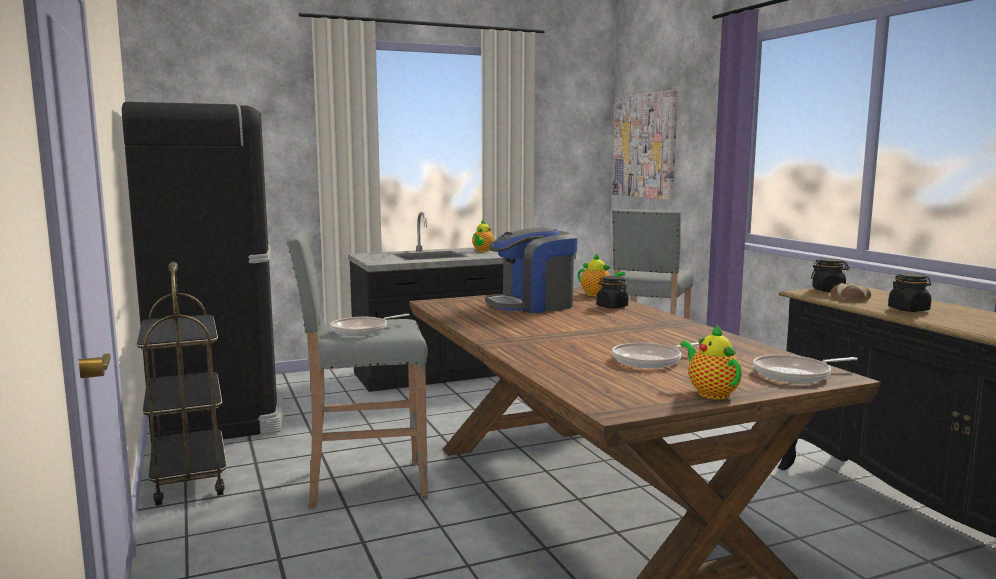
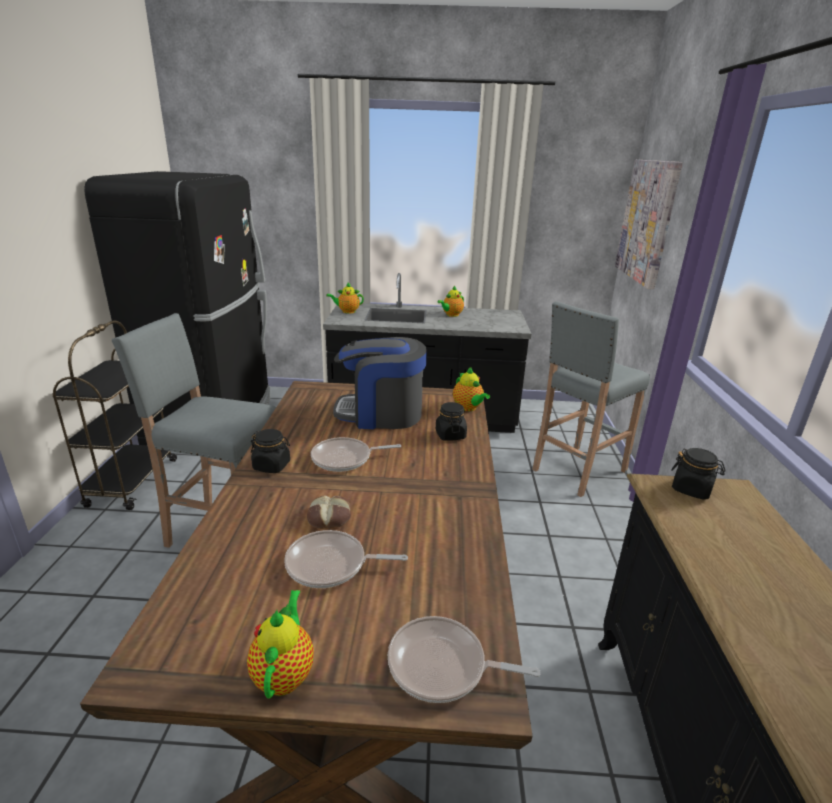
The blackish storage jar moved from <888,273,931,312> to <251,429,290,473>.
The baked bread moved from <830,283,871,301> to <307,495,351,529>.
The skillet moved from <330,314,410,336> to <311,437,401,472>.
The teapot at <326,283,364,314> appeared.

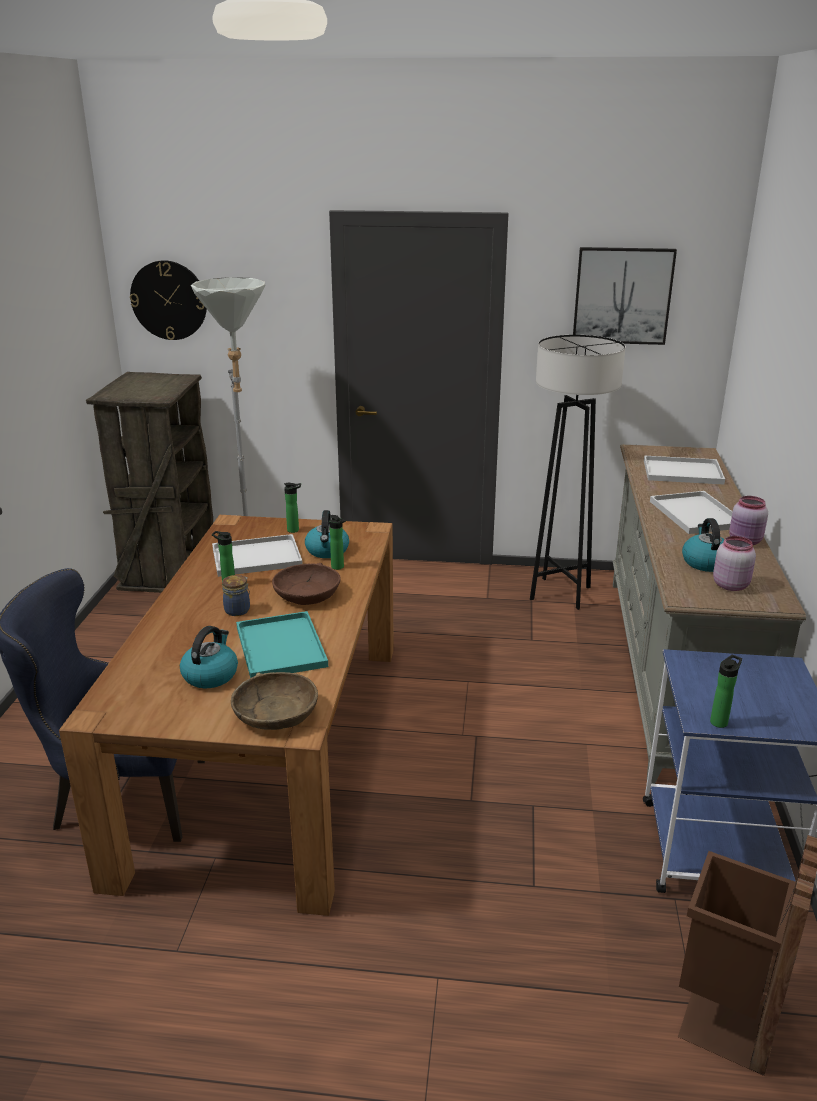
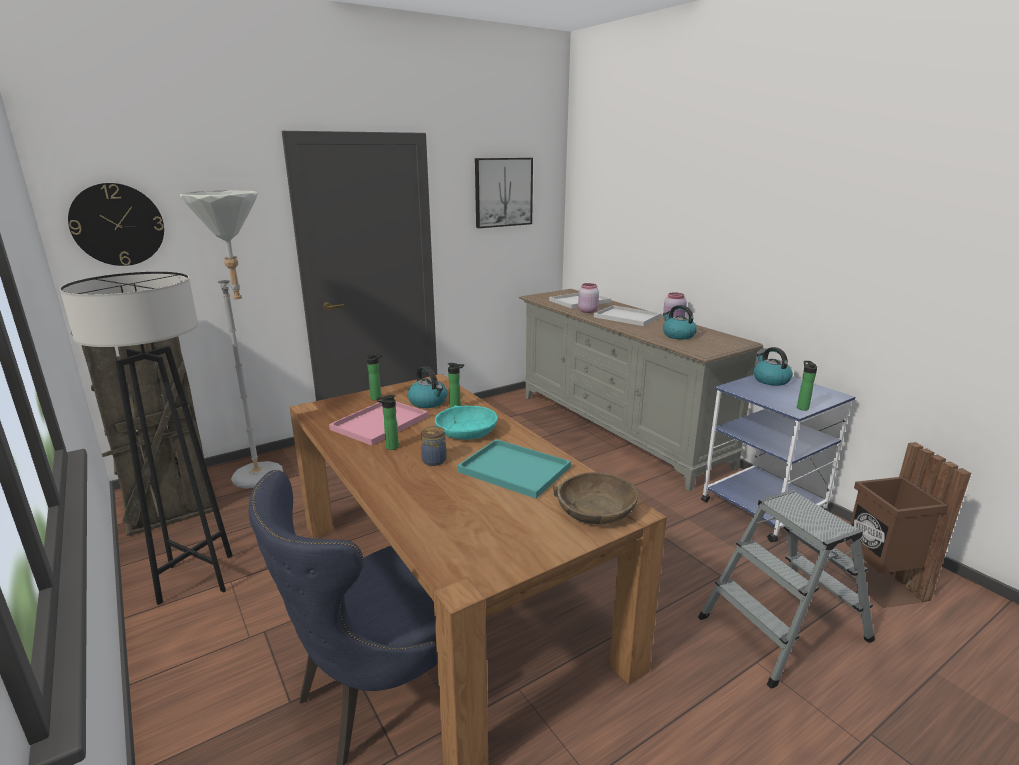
The grey standard lamp moved from <530,335,626,610> to <60,271,233,605>.
The white-coloured carrying tray at <212,534,303,577> became the pinkish carrying tray at <329,402,428,446>.
The brown deep dish at <272,563,341,605> became the turquoise deep dish at <435,405,498,440>.
The pinkish storage jar moved from <713,536,756,591> to <578,283,599,313>.
The grey step ladder at <698,490,875,689> appeared.
The tea kettle moved from <180,626,238,688> to <753,347,793,386>.

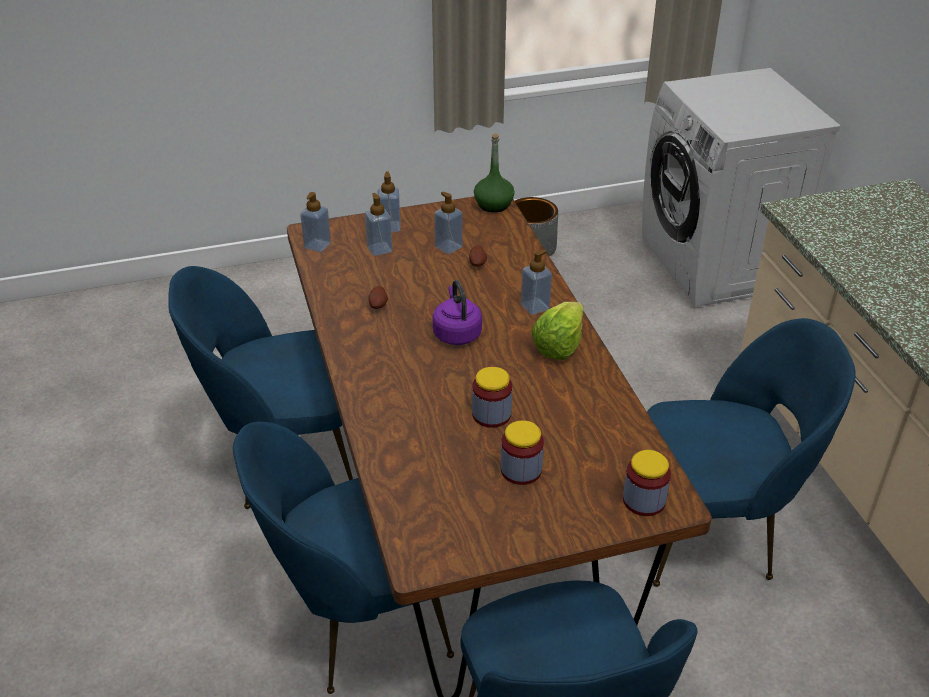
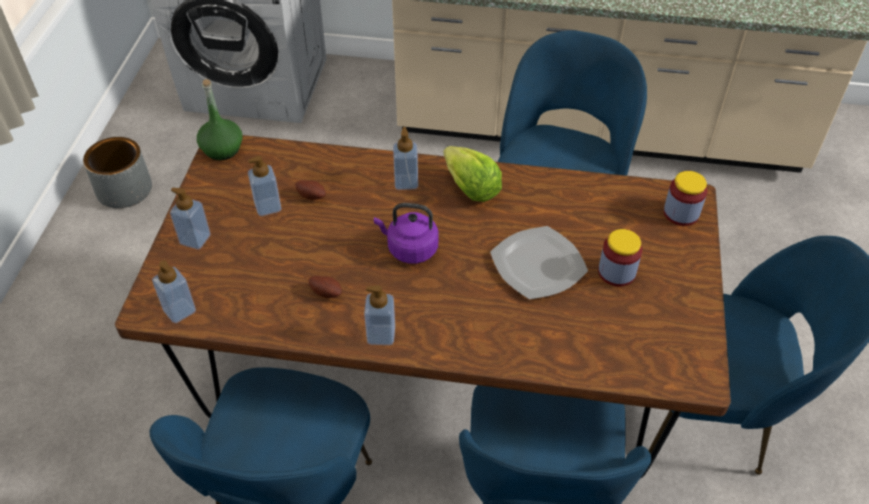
The soap dispenser moved from <365,193,392,256> to <364,285,395,345>.
The storage jar at <472,367,512,428> was replaced by the flat dish at <490,226,588,300>.

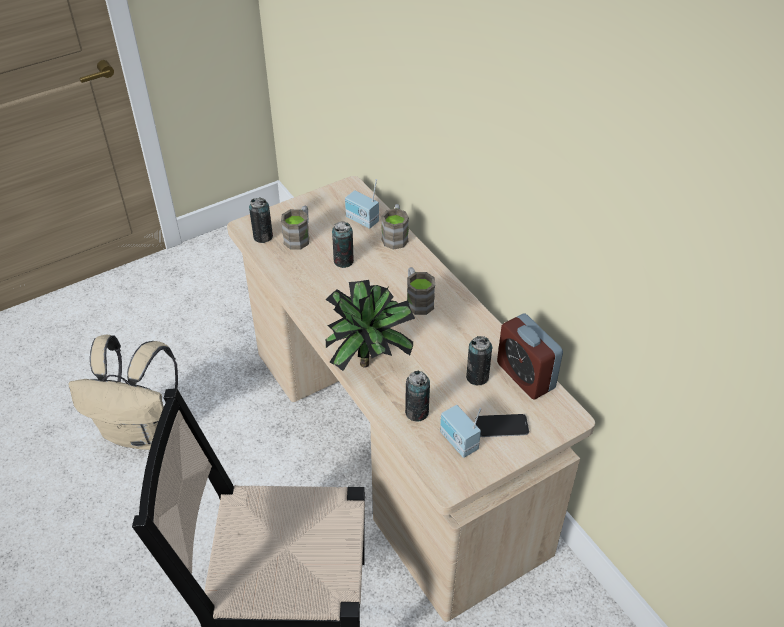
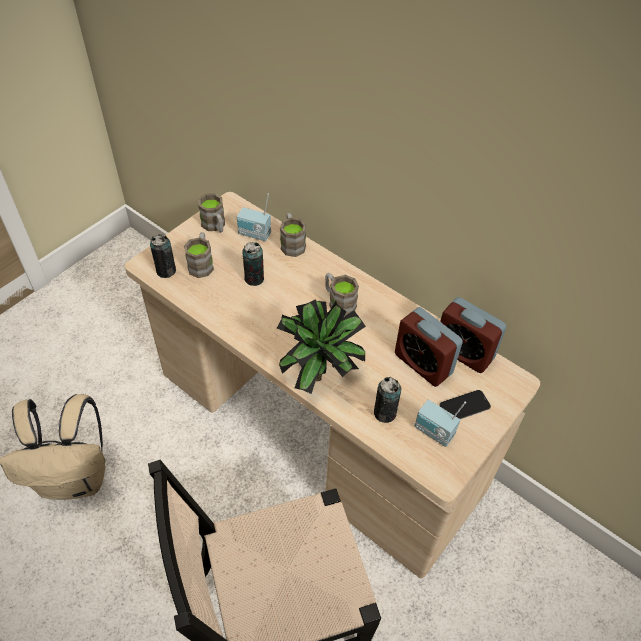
The brown tea mug at <198,193,225,233> appeared.
The metal can at <466,336,492,385> was replaced by the table clock at <395,307,463,387>.

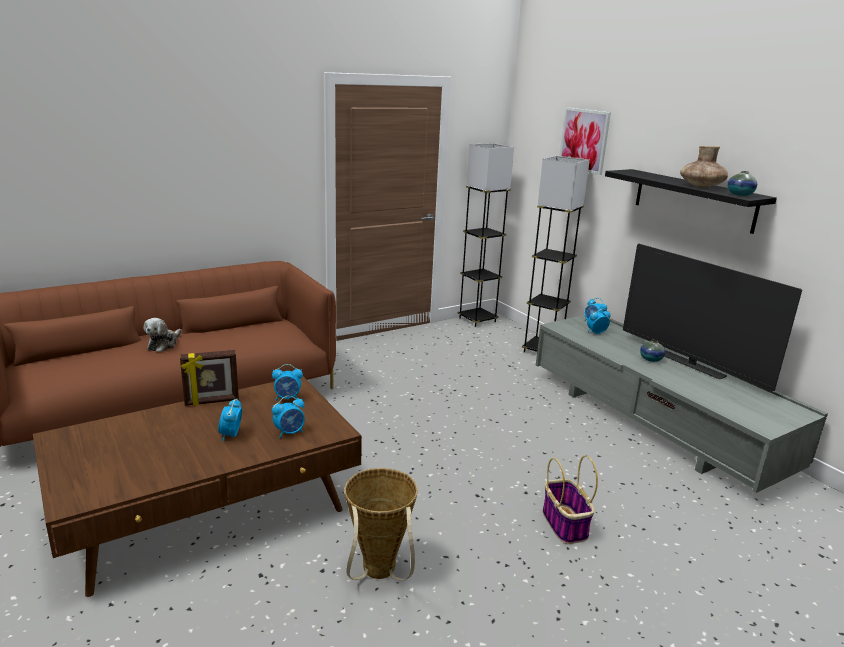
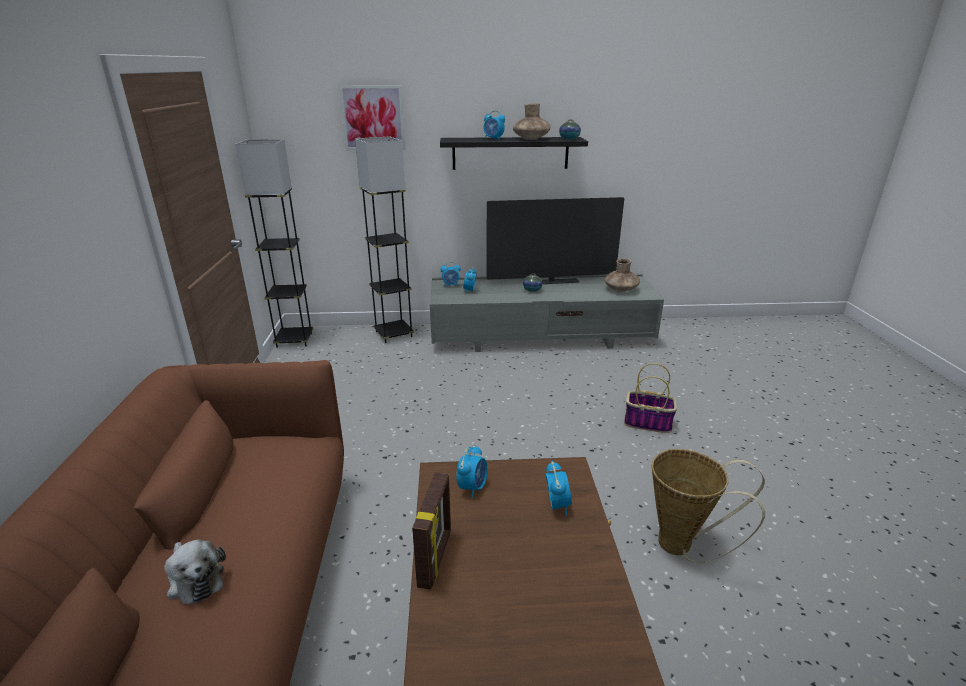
The table clock moved from <218,398,242,441> to <483,111,505,140>.
The brown decorative vase at <605,258,640,292> appeared.

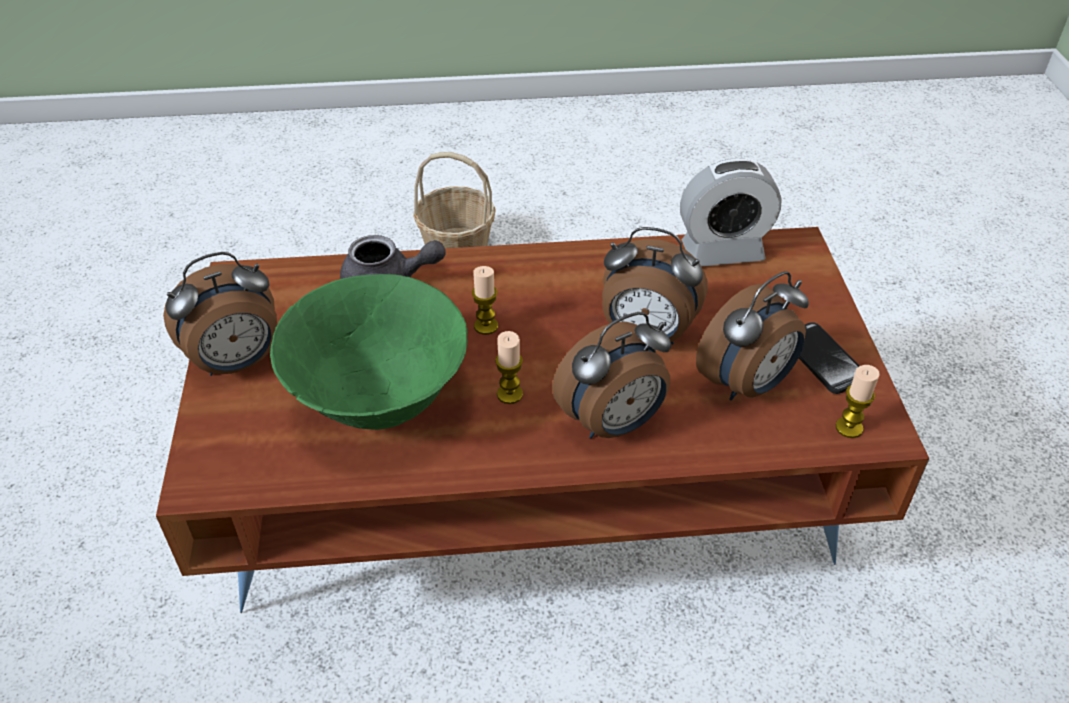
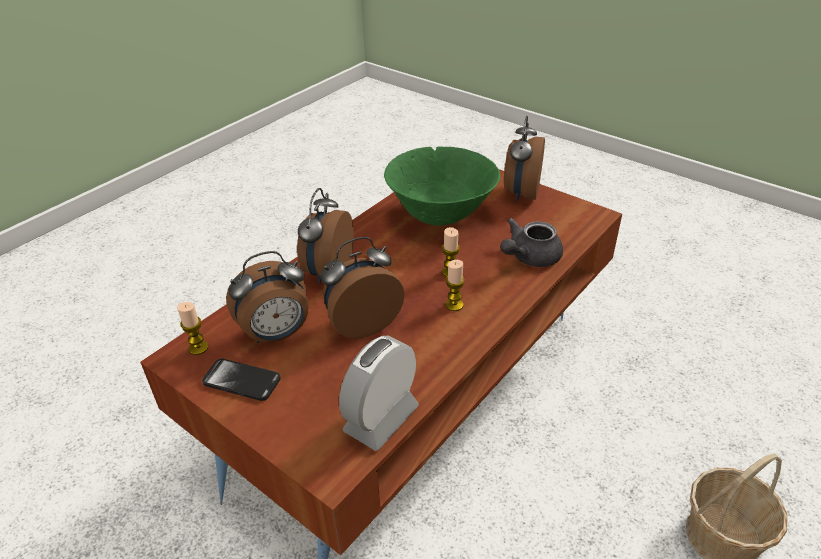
The table clock at <696,271,809,401> turned 120 degrees counterclockwise.
The wax candle moved from <495,331,523,404> to <446,260,465,311>.

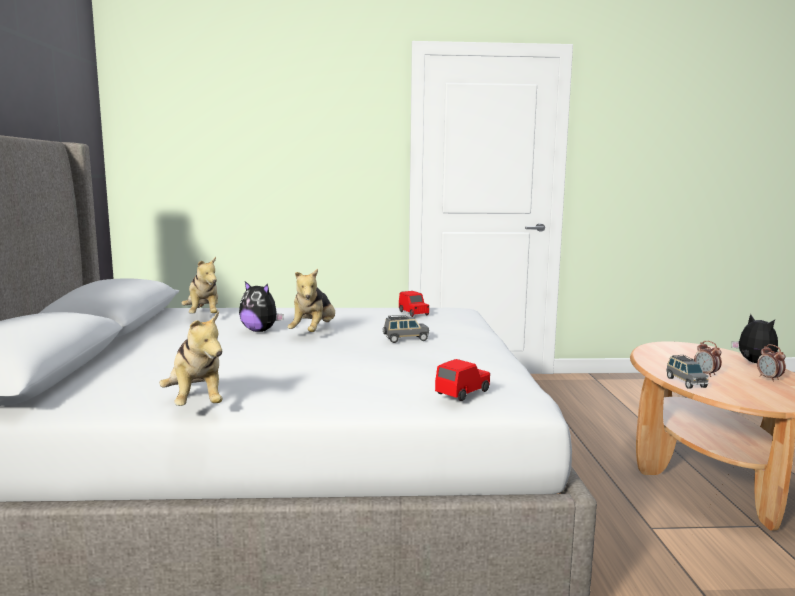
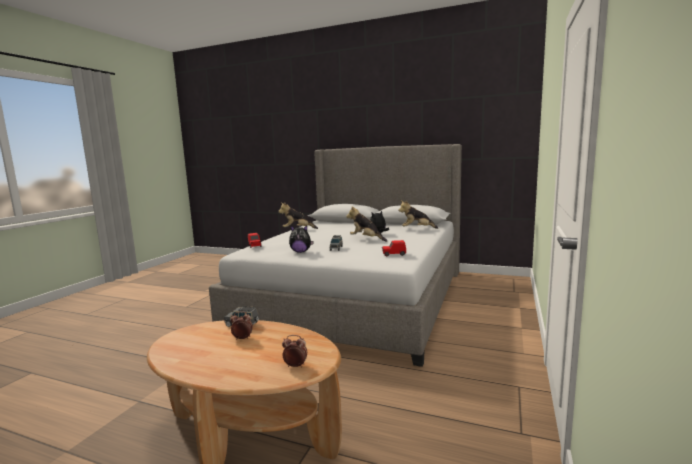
The table clock moved from <757,344,786,381> to <282,335,307,367>.
The soft toy moved from <731,314,778,363> to <289,226,314,253>.

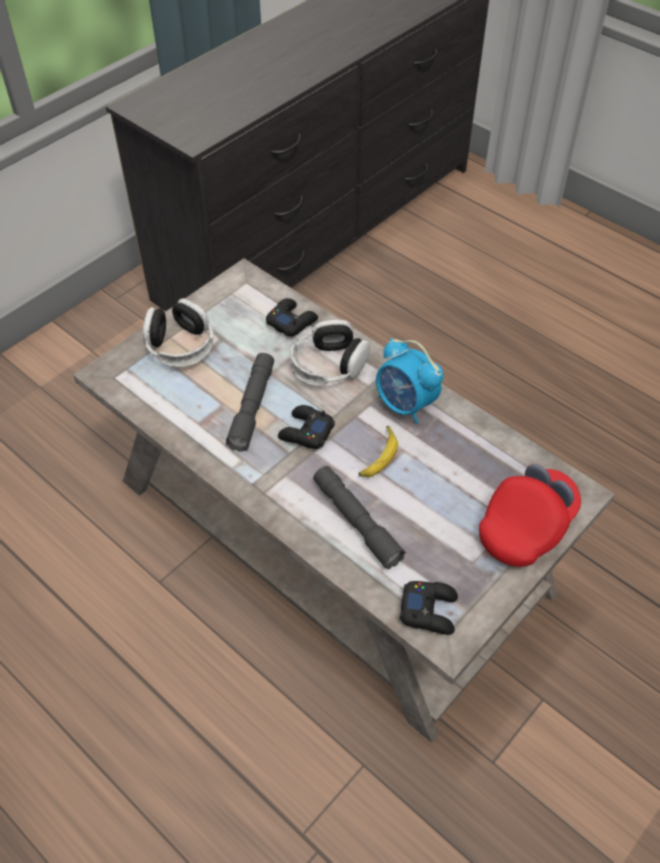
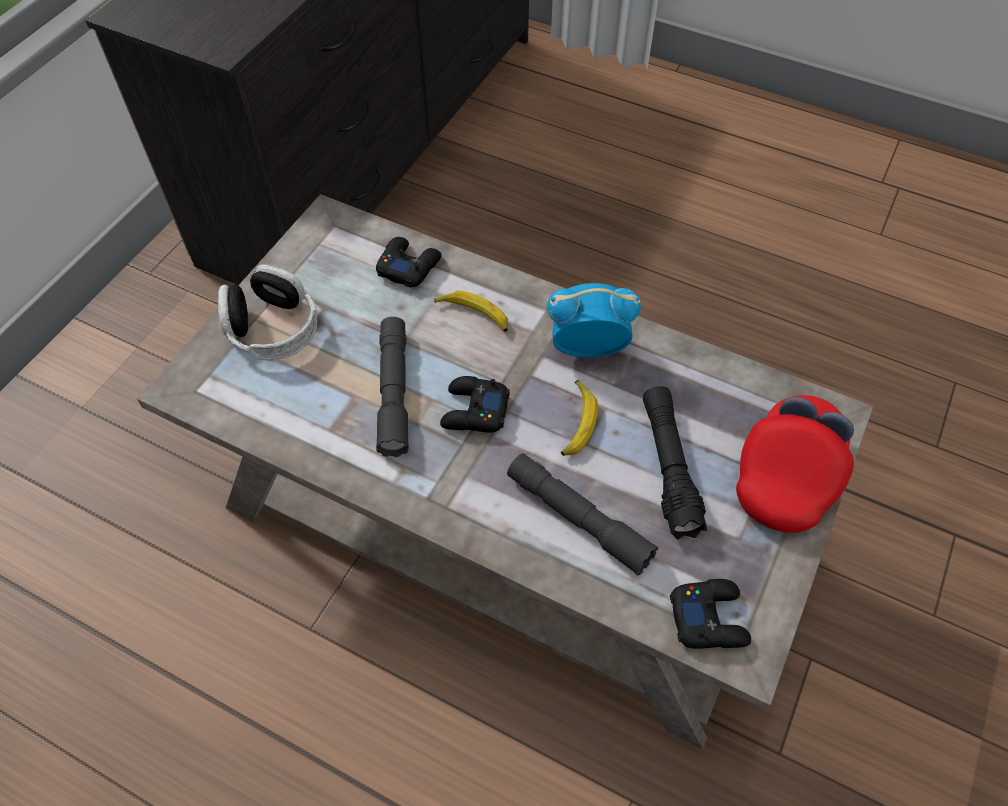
The pair of headphones at <290,320,370,387> was replaced by the whole banana at <434,291,508,332>.
The table clock at <376,338,444,424> turned 150 degrees clockwise.
The blackish flashlight at <643,386,707,540> appeared.

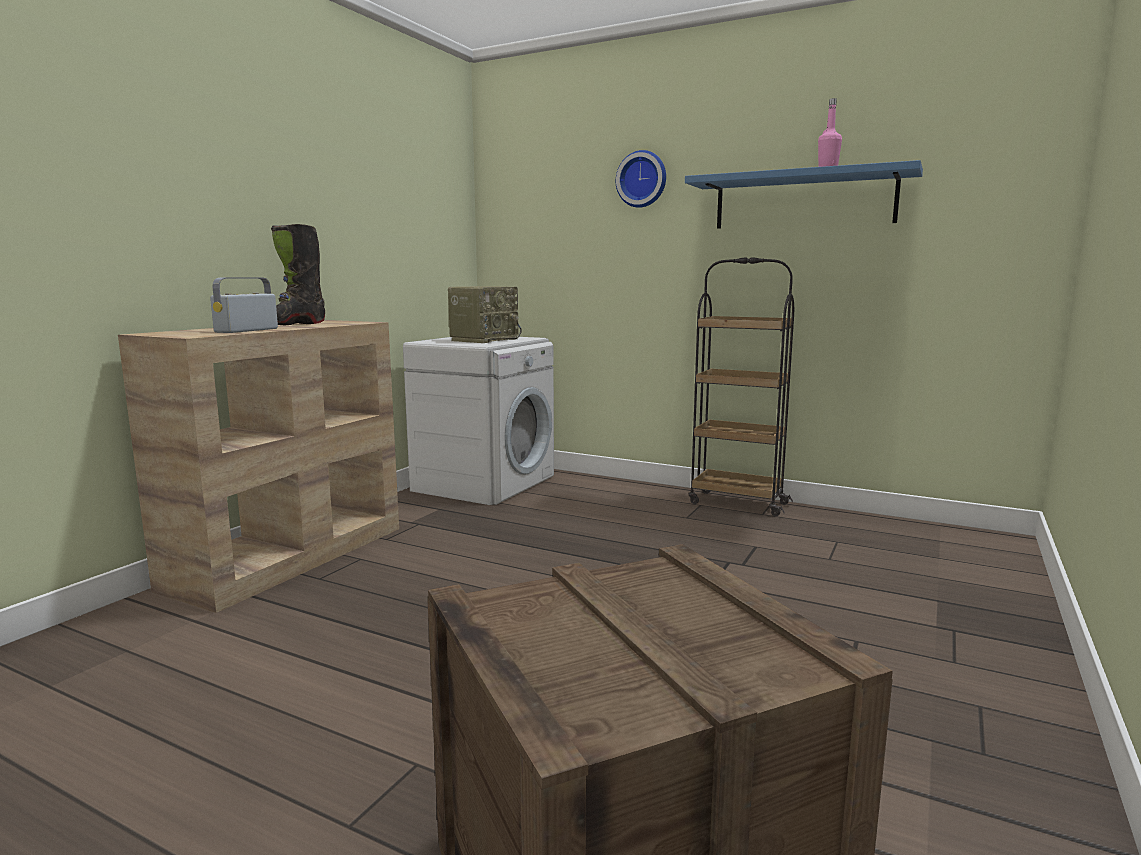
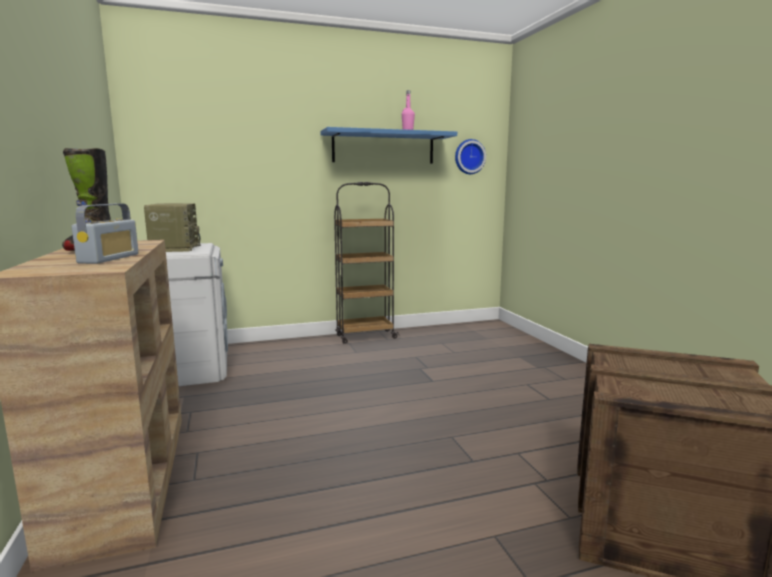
The radio receiver at <210,278,278,333> turned 150 degrees counterclockwise.
The clock on the wall moved from <616,150,666,208> to <455,139,486,174>.

